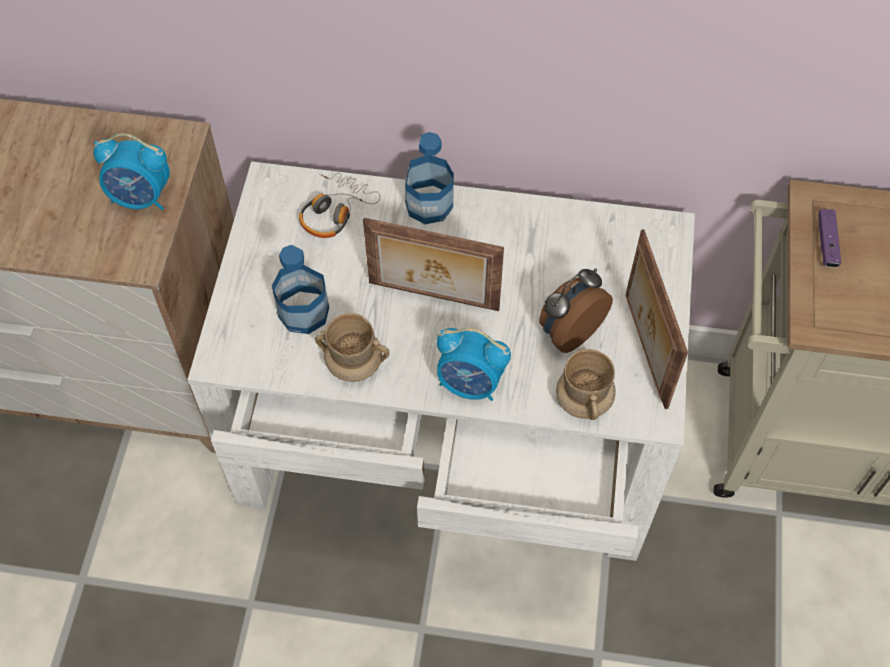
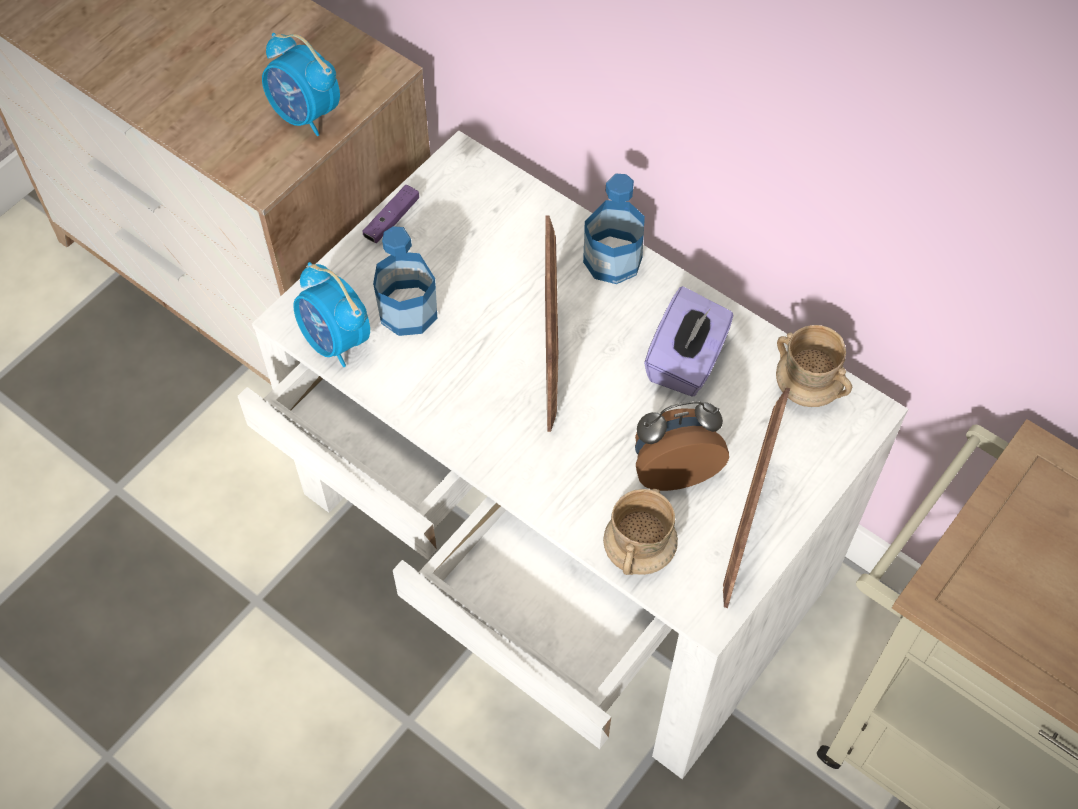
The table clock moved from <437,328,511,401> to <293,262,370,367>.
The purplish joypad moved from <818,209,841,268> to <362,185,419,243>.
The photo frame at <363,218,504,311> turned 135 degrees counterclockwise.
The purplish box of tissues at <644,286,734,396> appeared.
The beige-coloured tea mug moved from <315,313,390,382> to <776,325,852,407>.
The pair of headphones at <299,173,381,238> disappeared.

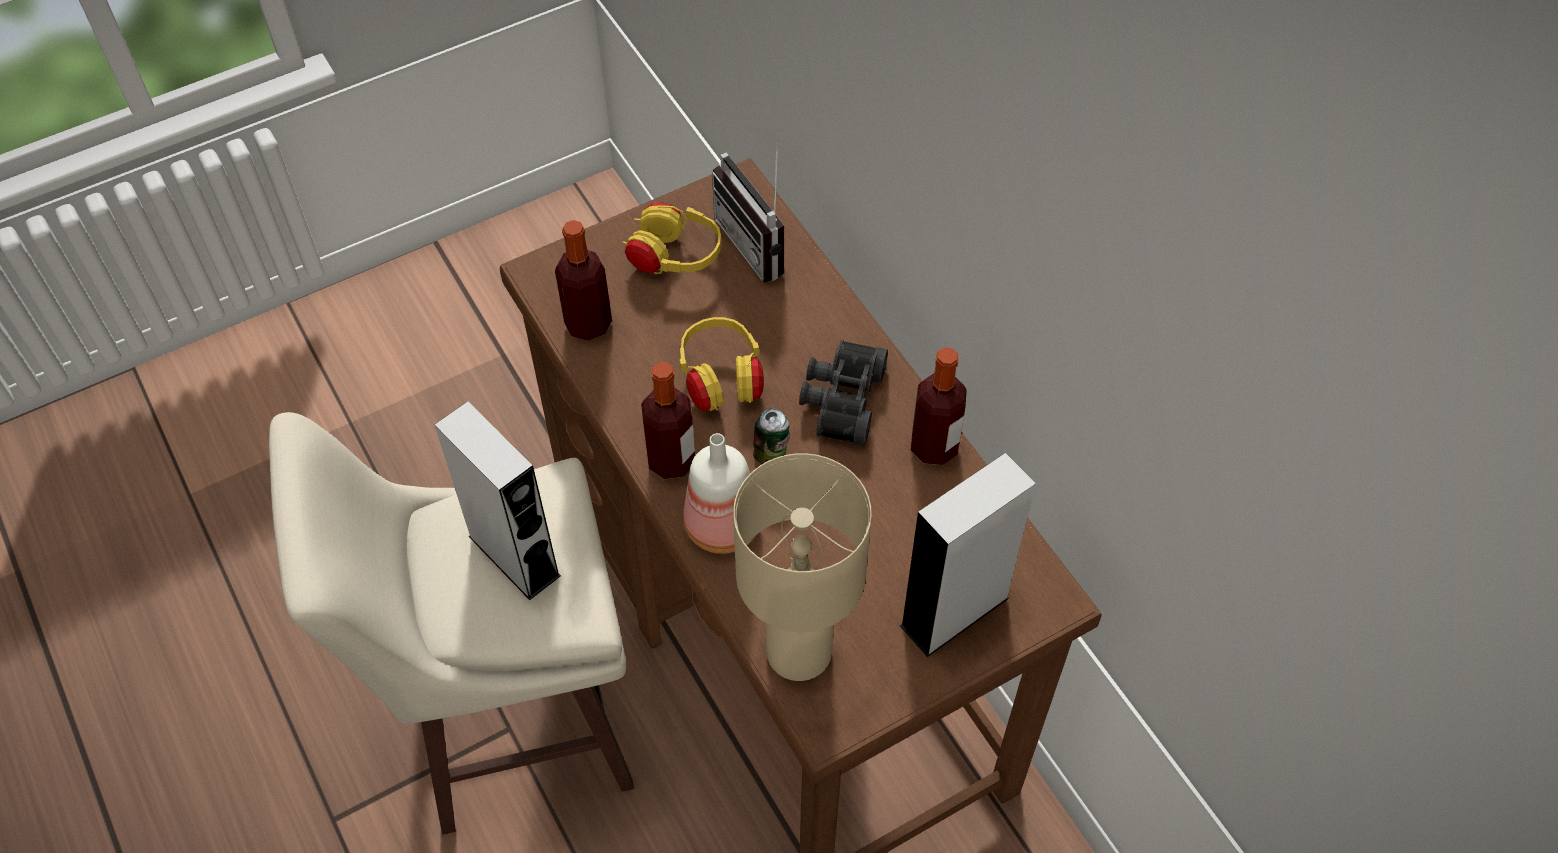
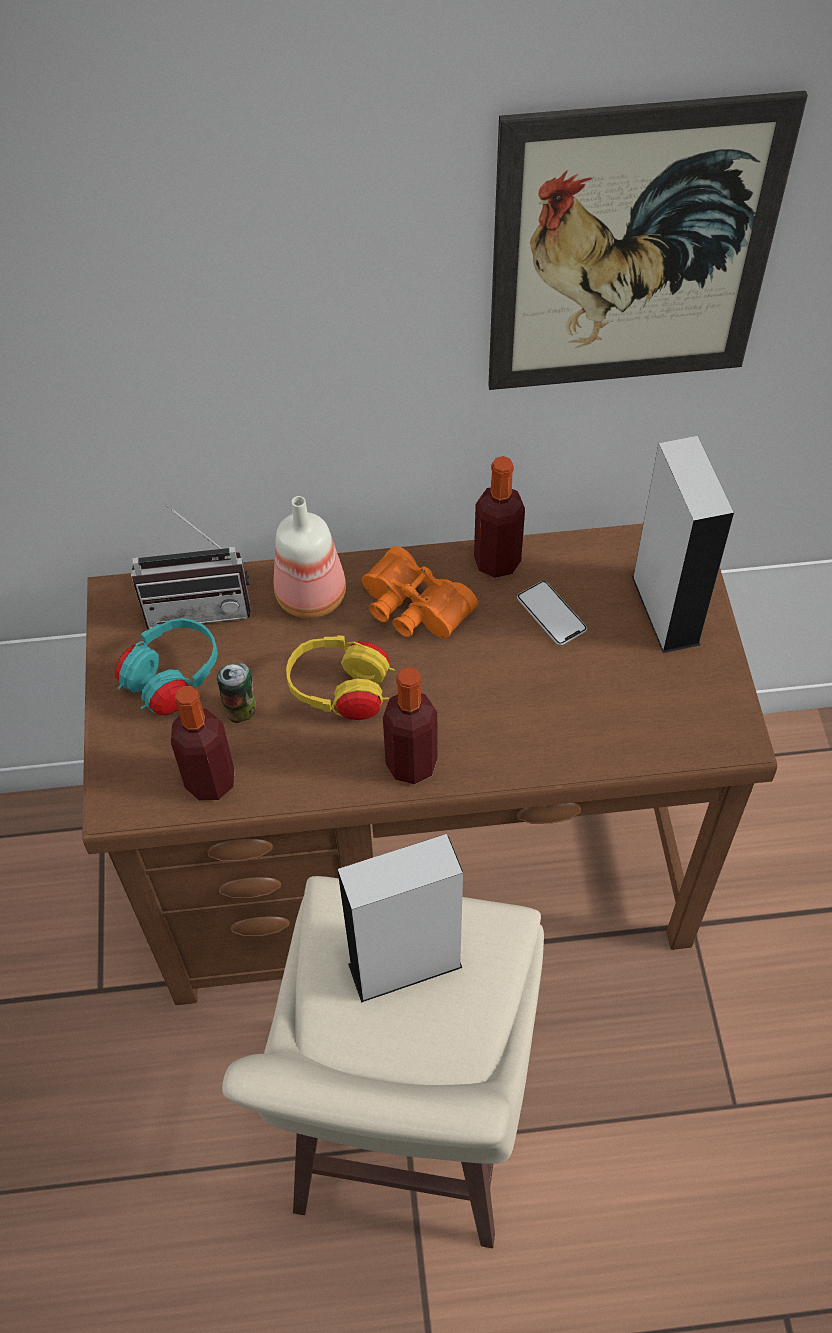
The yellow pair of headphones at <622,202,721,274> became the turquoise pair of headphones at <115,618,218,715>.
The metal can moved from <753,409,790,465> to <217,663,256,723>.
The bottle moved from <683,433,755,554> to <274,496,346,619>.
The blackish binoculars at <799,340,888,446> became the orange binoculars at <362,546,478,639>.
The wall art at <488,91,808,390> appeared.
The telephone at <517,581,587,646> appeared.
The beige-coloured table lamp at <733,453,872,681> disappeared.

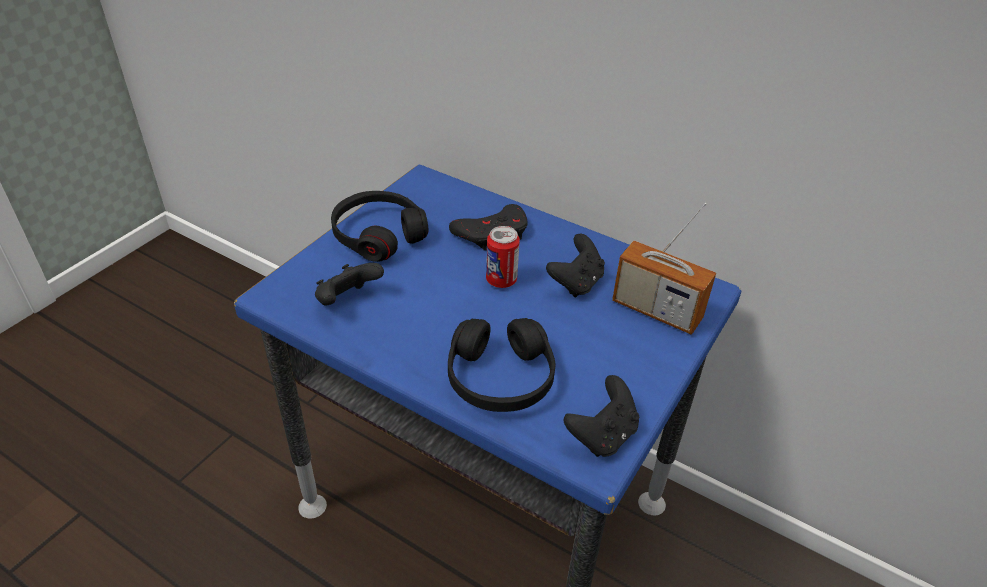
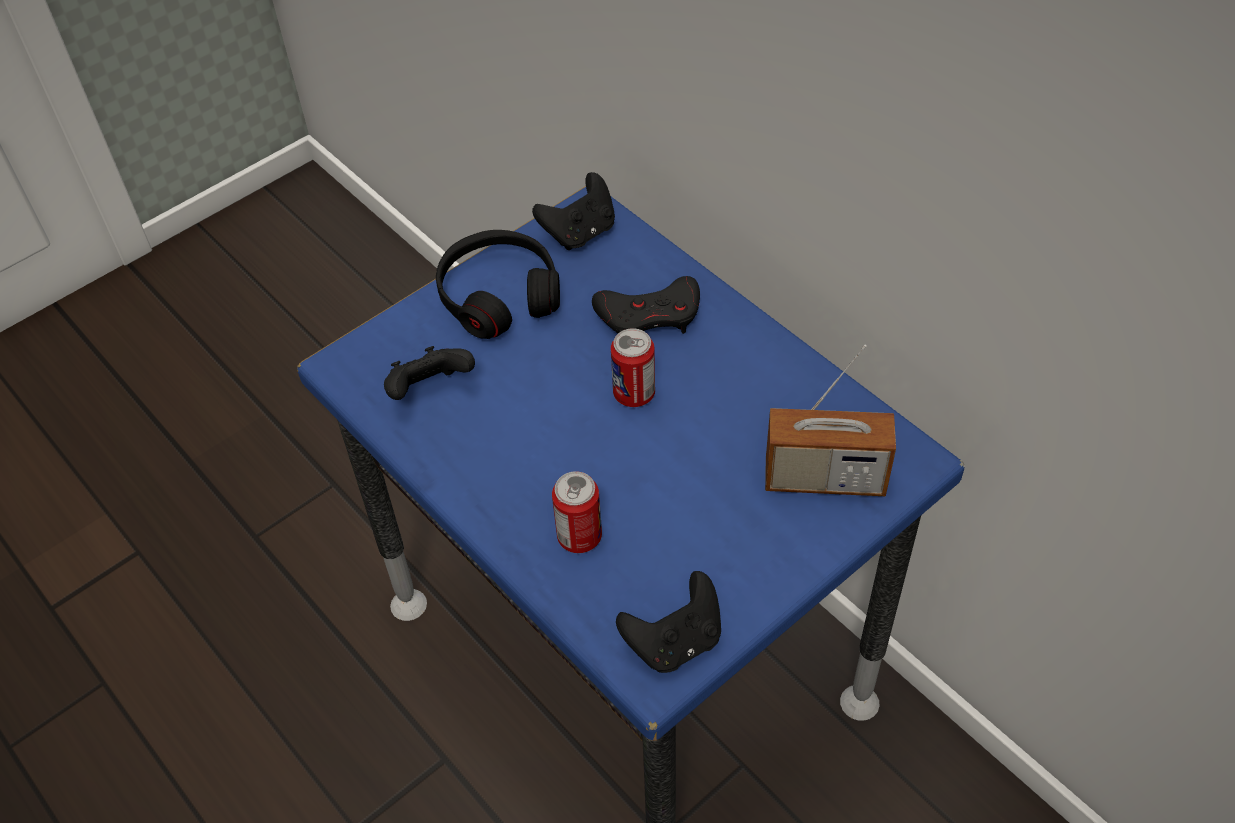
The blackish joypad moved from <546,234,605,298> to <532,172,615,250>.
The blackish pair of headphones at <448,318,555,412> was replaced by the metal can at <552,471,602,553>.
The radio receiver at <612,203,716,335> turned 45 degrees counterclockwise.

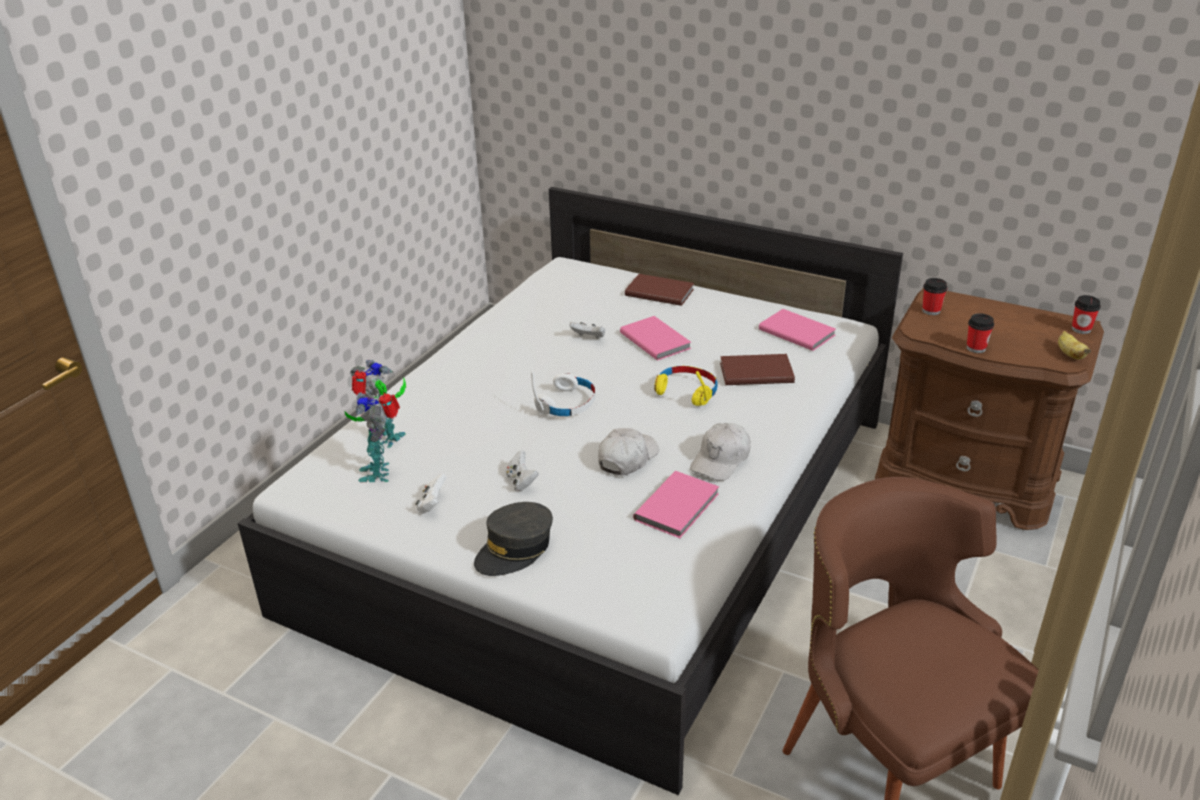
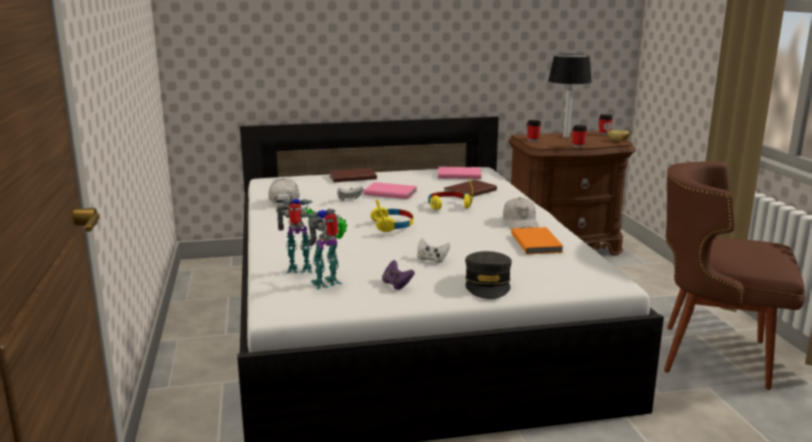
The white-coloured cap moved from <598,428,659,476> to <268,178,300,203>.
The toy robot at <345,392,400,482> turned 105 degrees clockwise.
The white-coloured pair of headphones at <531,371,596,416> became the yellow pair of headphones at <370,199,414,232>.
The white-coloured joypad at <416,474,447,513> became the purplish joypad at <382,260,415,290>.
The pinkish bound book at <633,471,719,538> became the orange bound book at <511,227,564,254>.
The table lamp at <548,54,592,138> appeared.

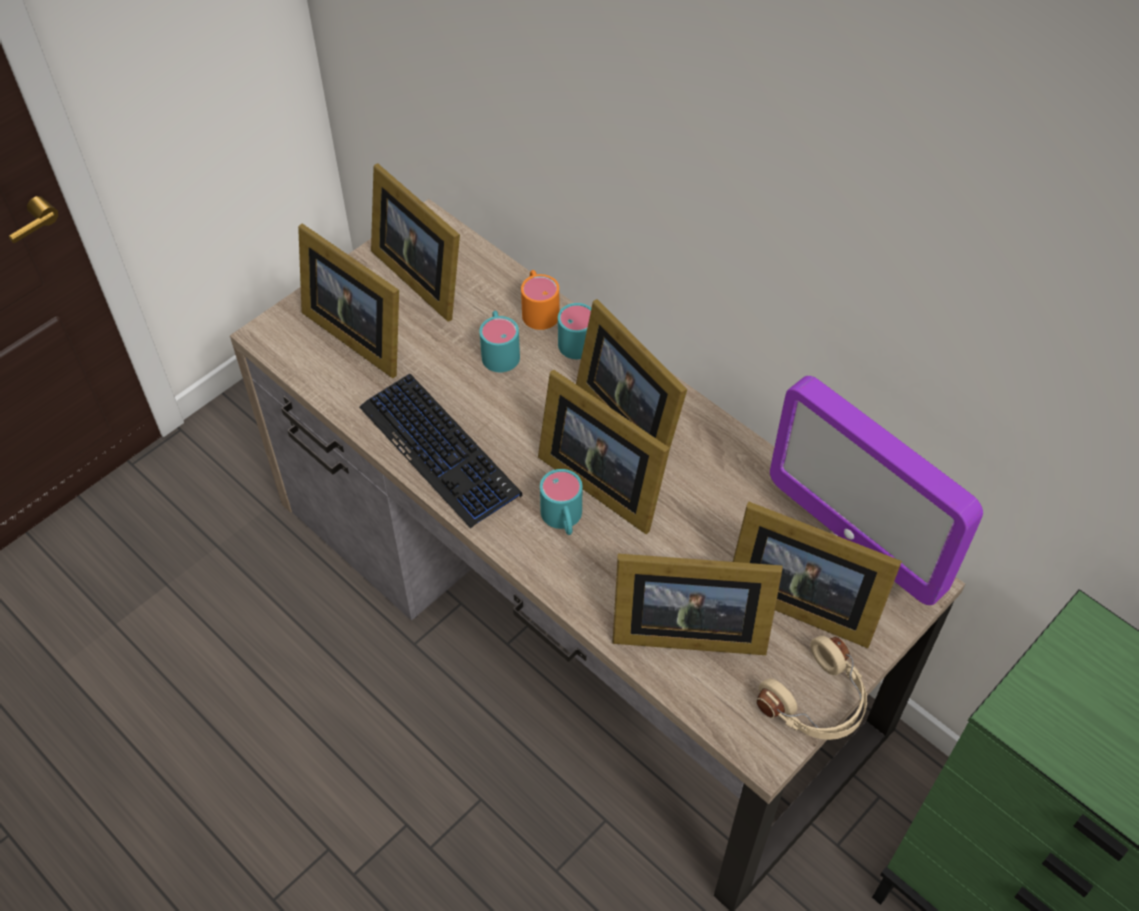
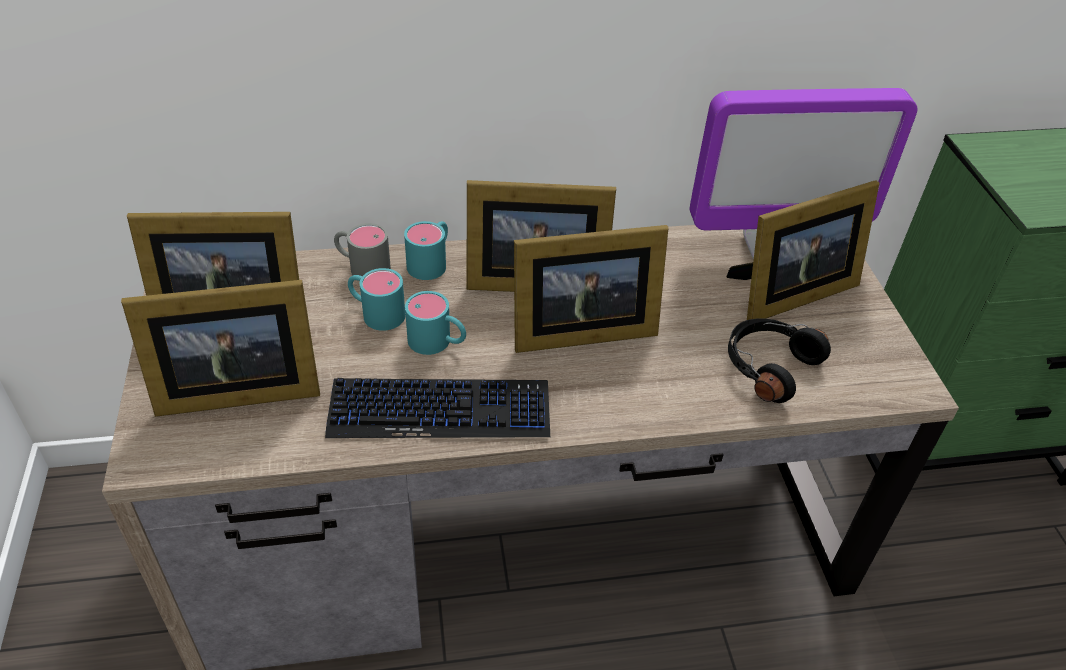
The orange tea mug at <521,270,560,330> became the grey tea mug at <334,223,391,276>.
The turquoise tea mug moved from <540,469,583,535> to <405,291,466,355>.
The photo frame at <613,554,782,655> was replaced by the blackish pair of headphones at <728,318,831,403>.
The beige-coloured pair of headphones at <756,636,867,740> disappeared.

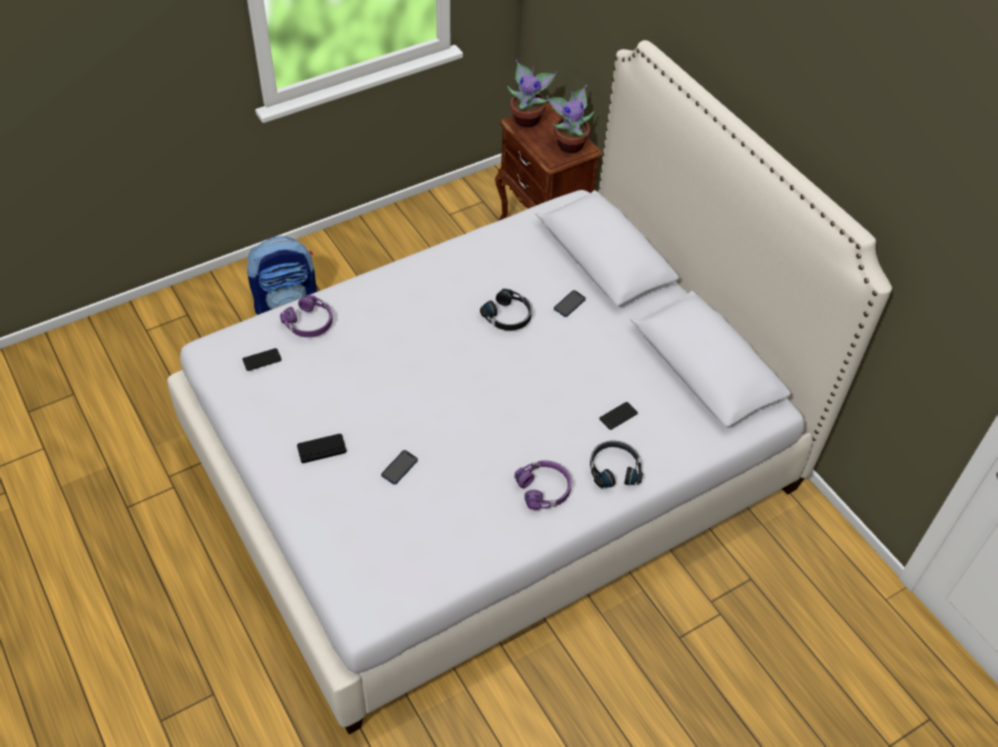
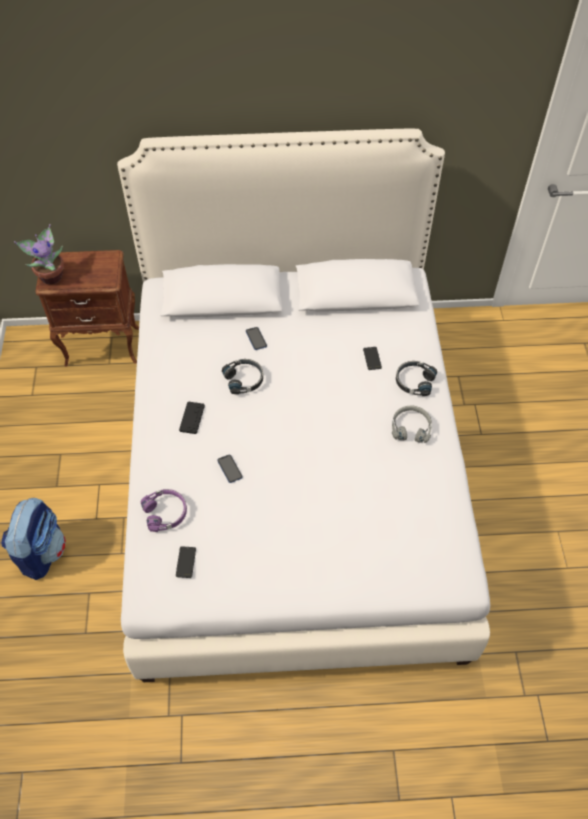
The blackish joypad moved from <297,434,347,463> to <179,401,205,434>.
The telephone moved from <381,450,418,485> to <217,455,243,483>.
The purplish pair of headphones at <515,460,572,510> became the grey pair of headphones at <392,406,432,443>.
The houseplant at <546,85,594,153> disappeared.

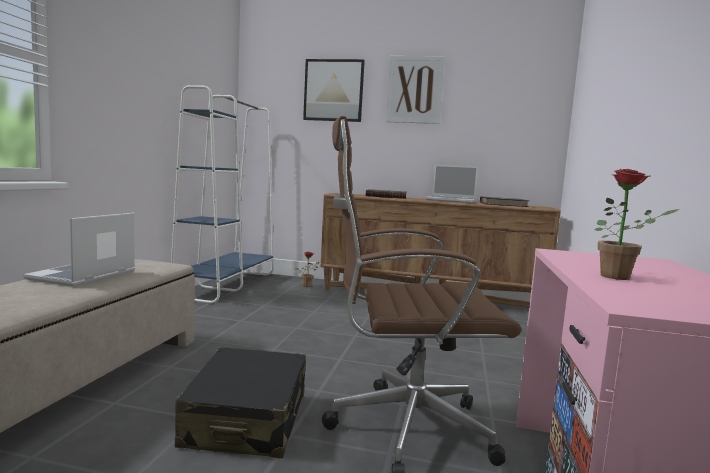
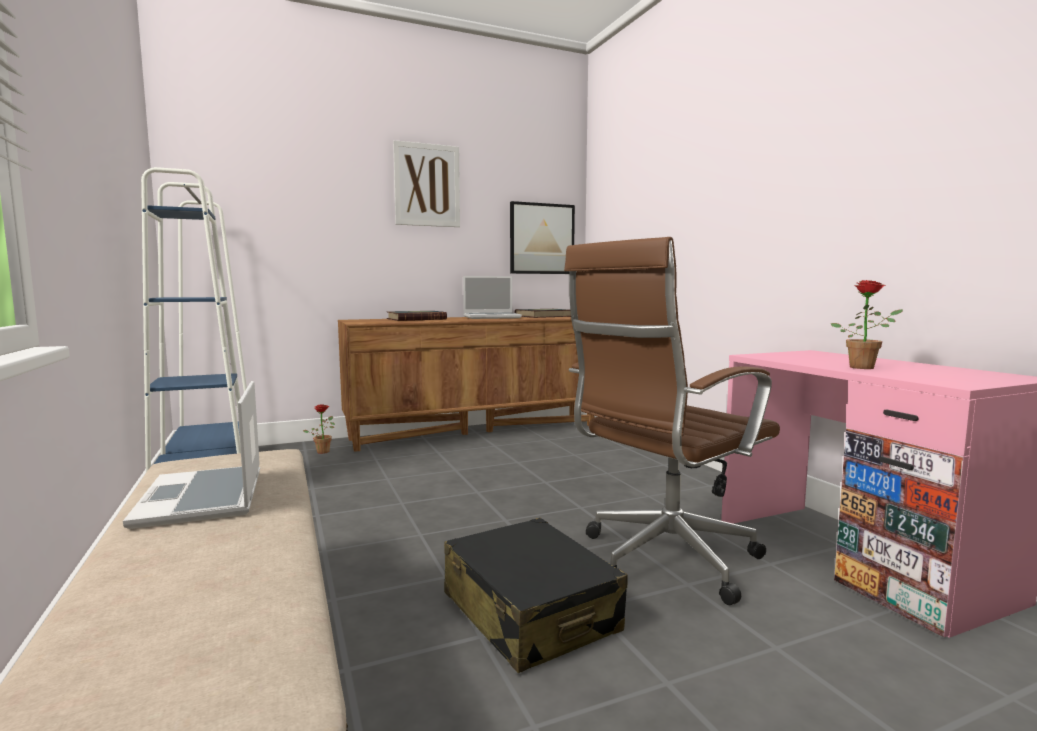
The wall art moved from <303,59,365,122> to <510,201,575,274>.

